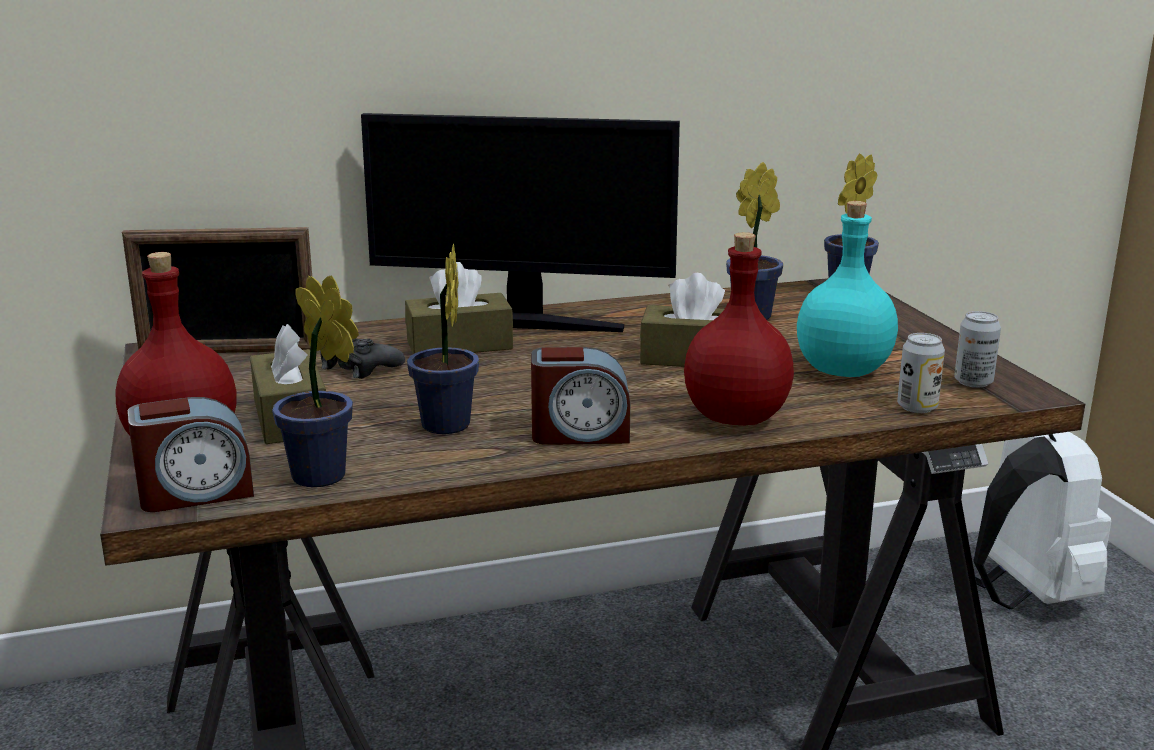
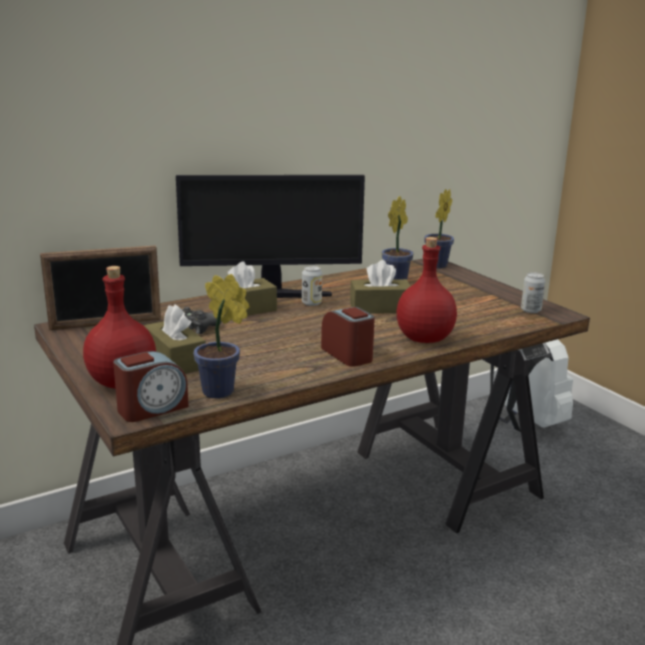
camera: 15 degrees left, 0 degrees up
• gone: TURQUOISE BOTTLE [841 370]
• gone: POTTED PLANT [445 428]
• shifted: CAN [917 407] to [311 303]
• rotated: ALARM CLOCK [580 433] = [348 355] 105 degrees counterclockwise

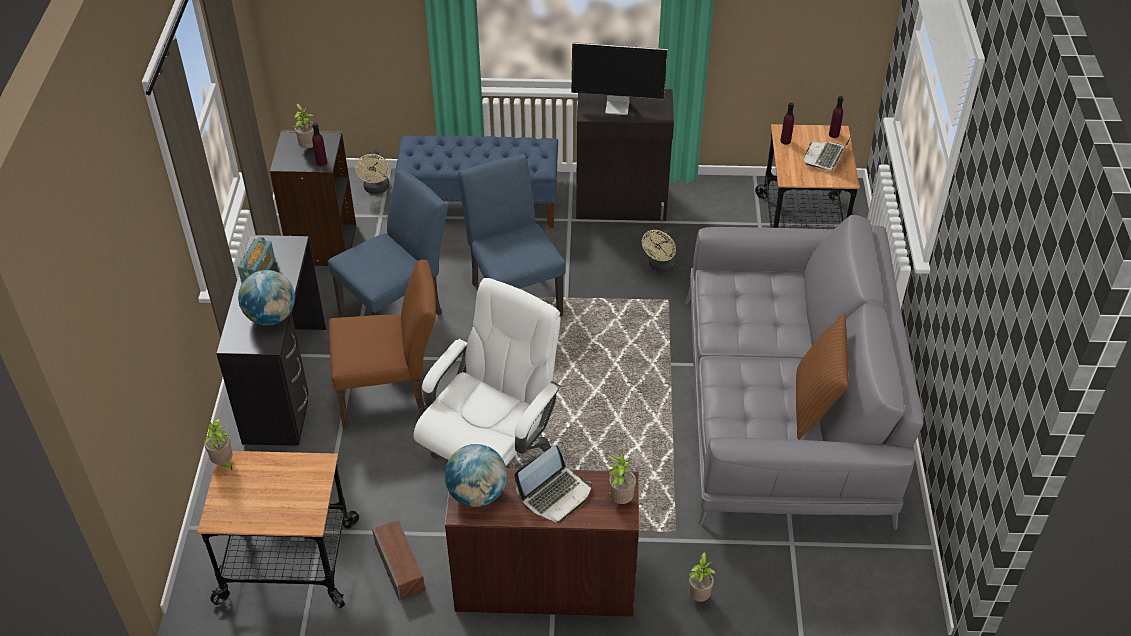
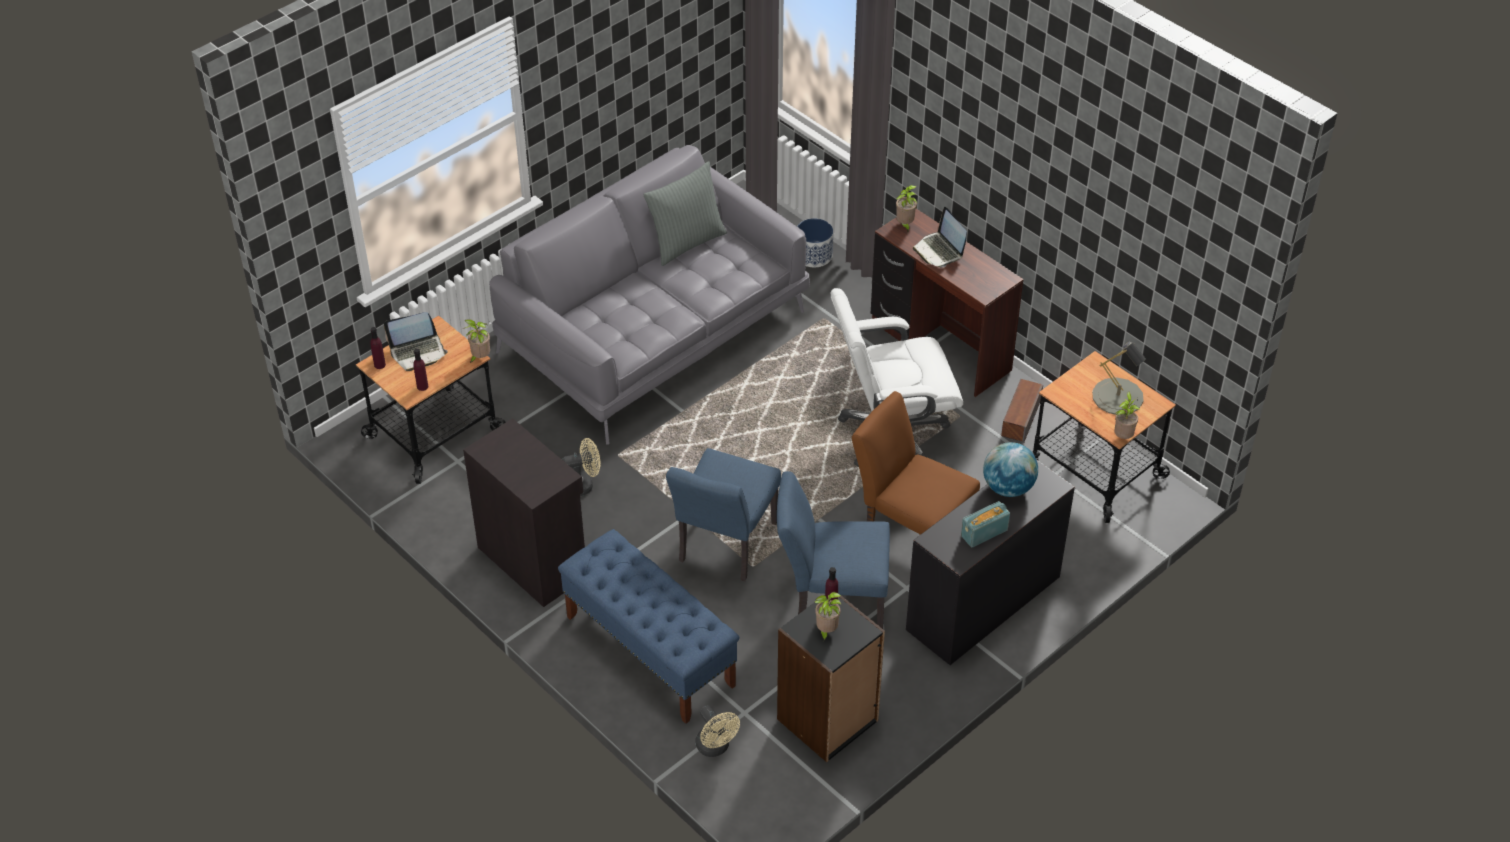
camera: 135 degrees left, 0 degrees up
• gone: MONITOR [618 106]
• rotated: BEIGE FAN [376 189] = [715 748] 105 degrees clockwise
• repainted: BROWN PILLOW [815 404] to GREY PILLOW [686 242]
• gone: GLOBE [477 494]
• rotated: LAPTOP [555 494] = [939 251] 120 degrees counterclockwise
• shifted: POTTED PLANT [699 596] to [480 358]
• new: PLANTER [814 255]
• new: GREY TABLE LAMP [1118 396]

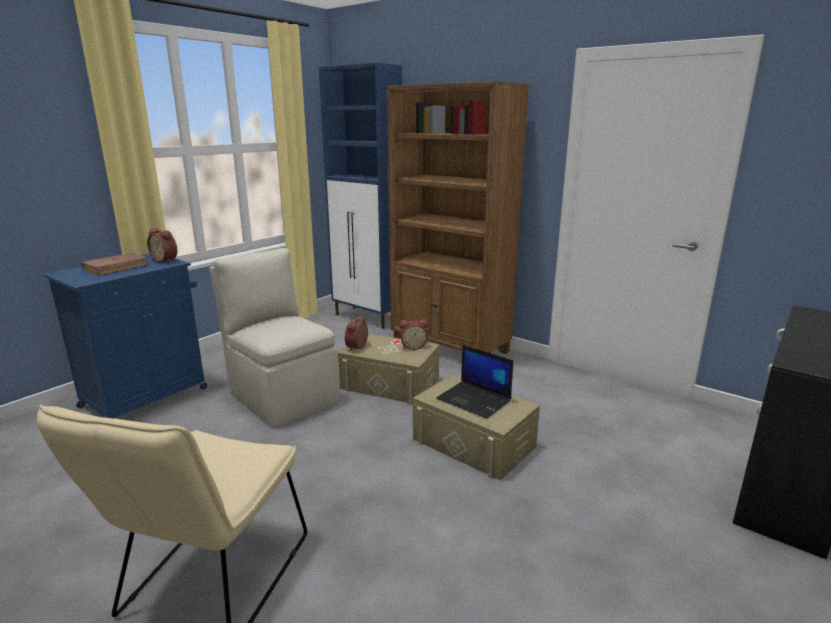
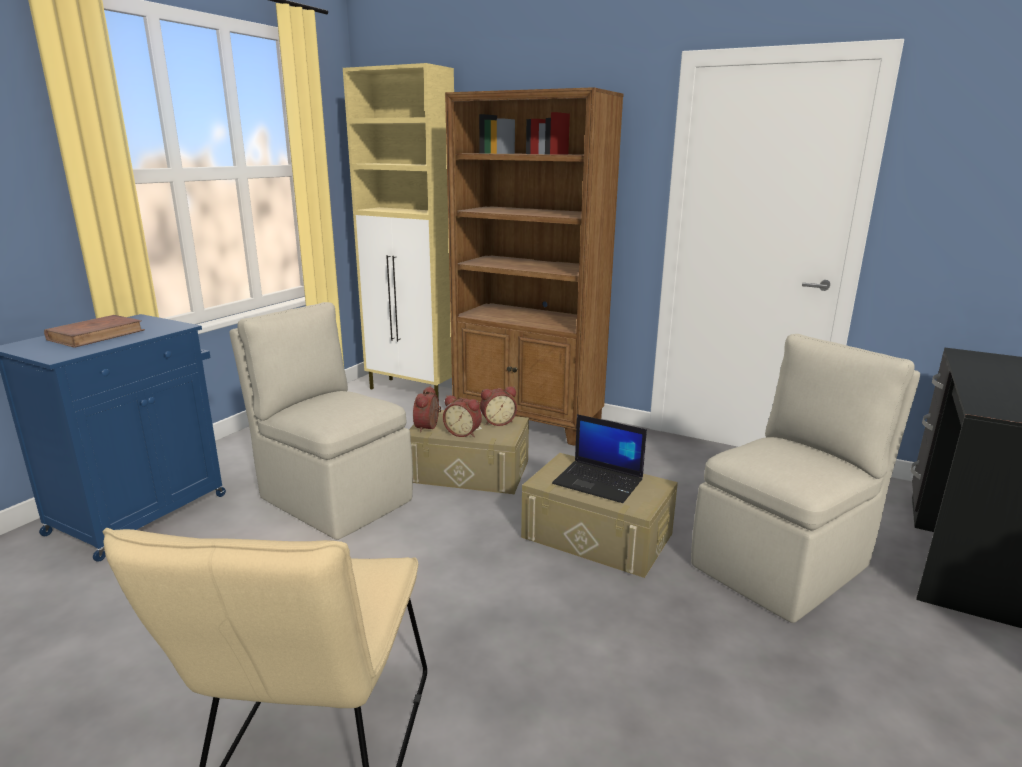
camera: 10 degrees left, 0 degrees up
• repainted: BLUE CABINET [368 318] to BEIGE CABINET [413 391]
• shifted: ALARM CLOCK [166 260] to [463 433]
• new: BEIGE CHAIR [783 564]

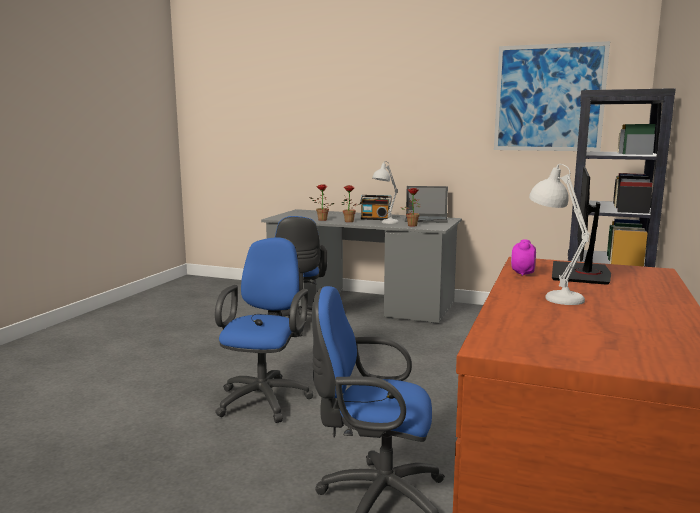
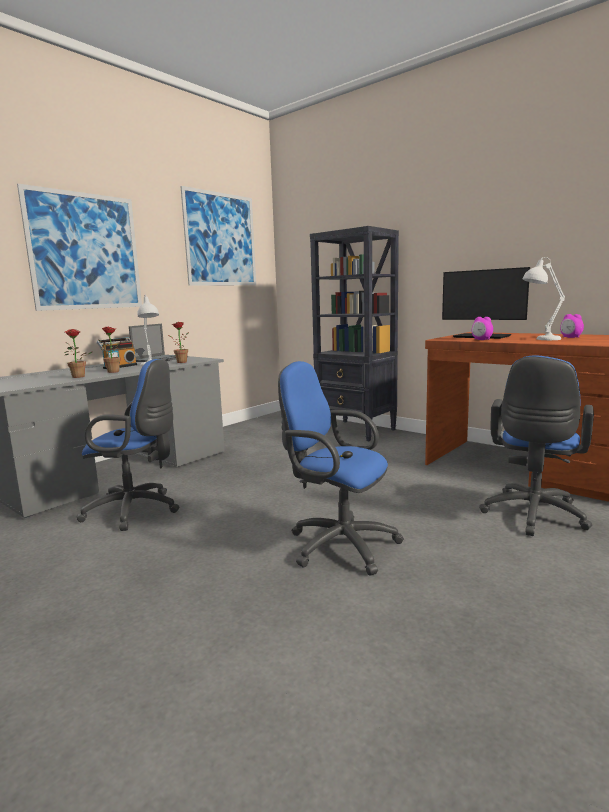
camera: 70 degrees left, 0 degrees up
• new: PICTURE [85 251]
• new: ALARM CLOCK [570 337]

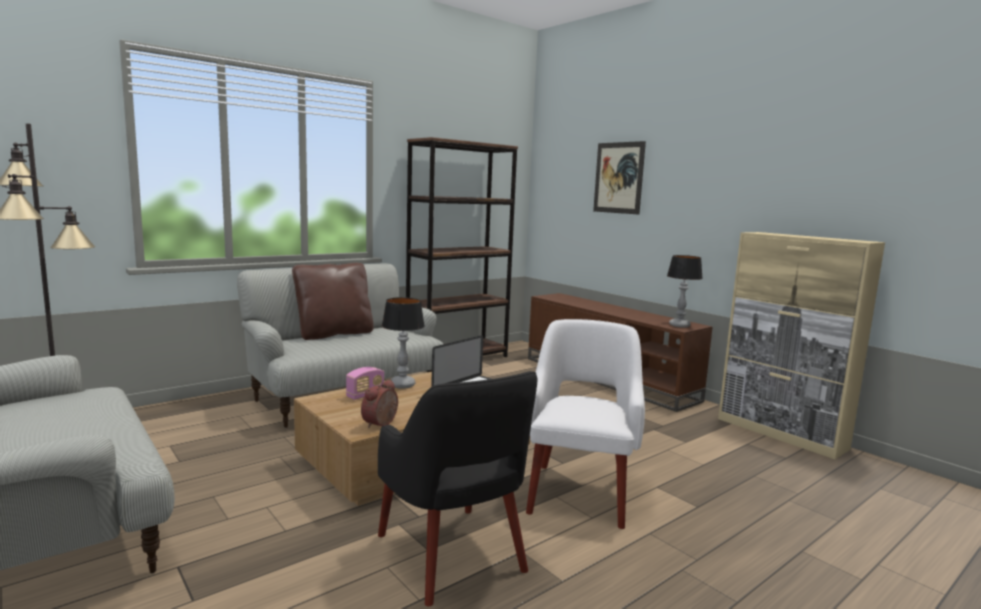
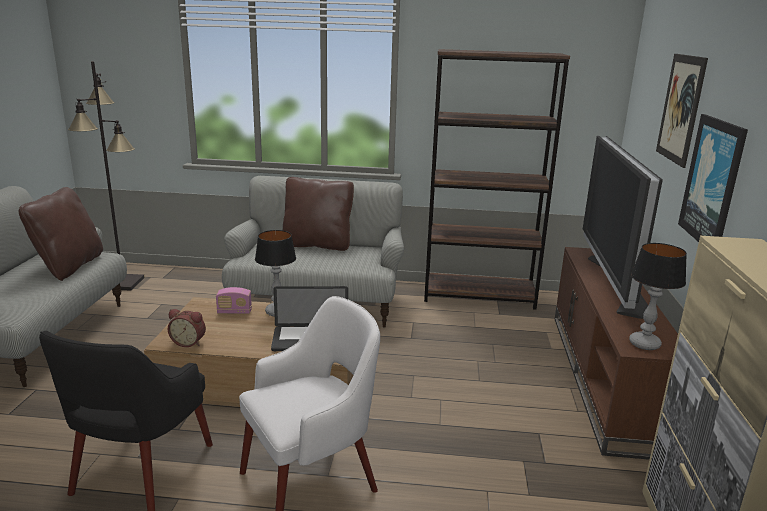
camera: 45 degrees right, 10 degrees up
• rotated: ALARM CLOCK [381 424] = [189 342] 150 degrees counterclockwise
• new: PICTURE [712 182]
• new: TELEVISION [614 284]
• new: BROWN PILLOW [69 266]

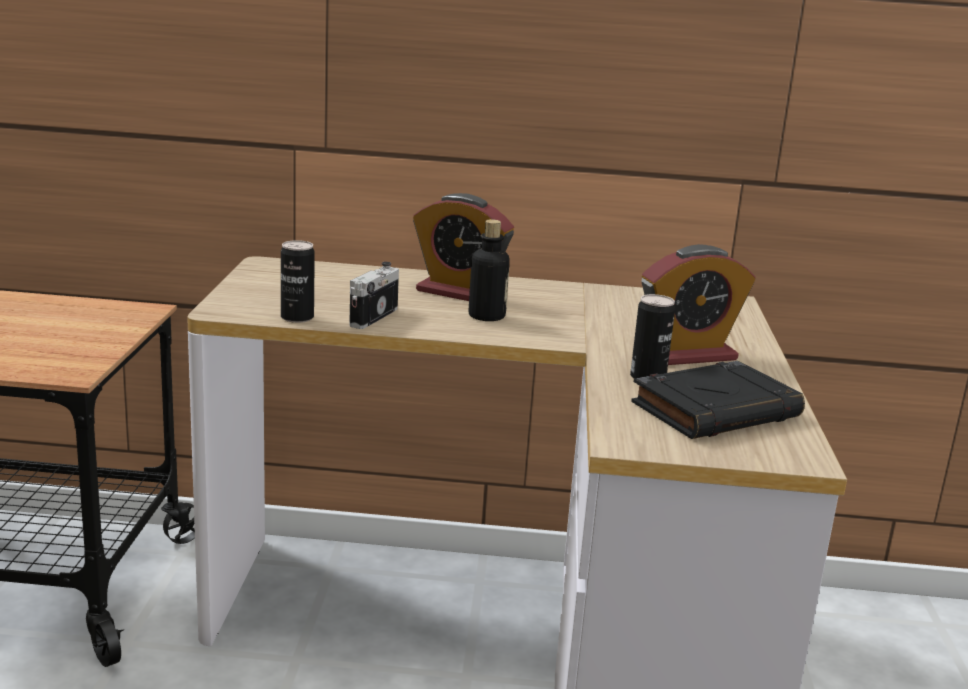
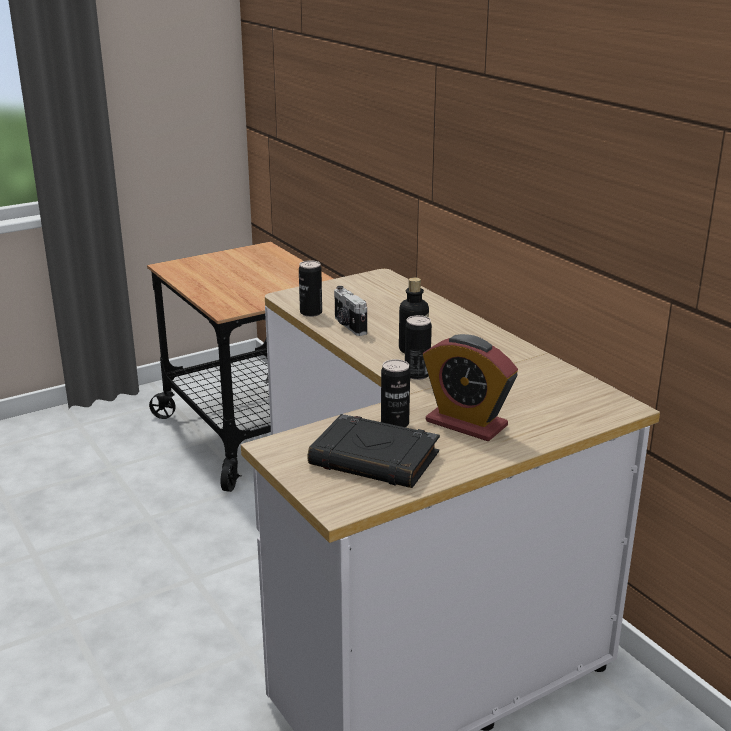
camera: 55 degrees right, 5 degrees up
• gone: ALARM CLOCK [459 292]
• rotated: PHOTO CAMERA [371 316] = [348 326] 105 degrees counterclockwise
• new: CAN [417 374]

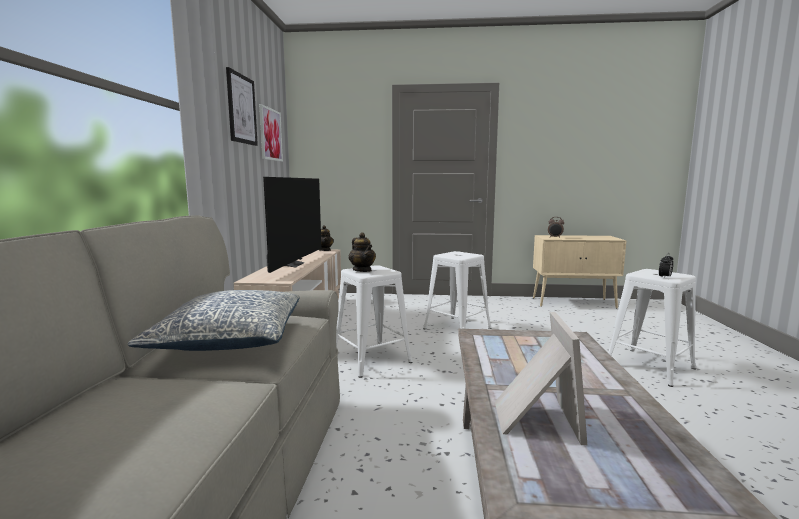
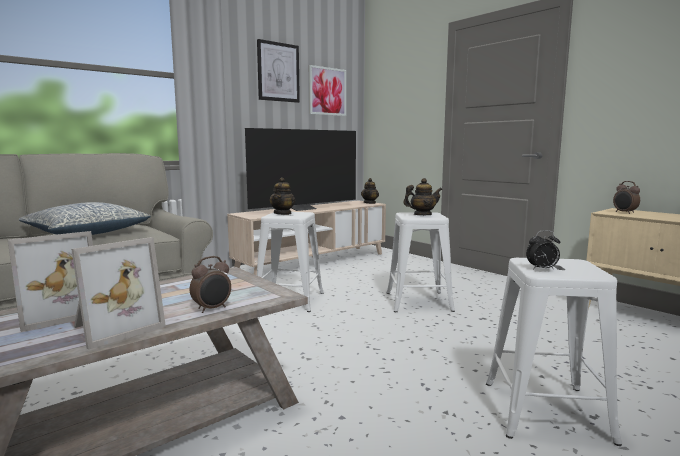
camera: 45 degrees right, 0 degrees up
• new: TEAPOT [422 215]
• new: PICTURE FRAME [114 327]
• new: ALARM CLOCK [212 309]

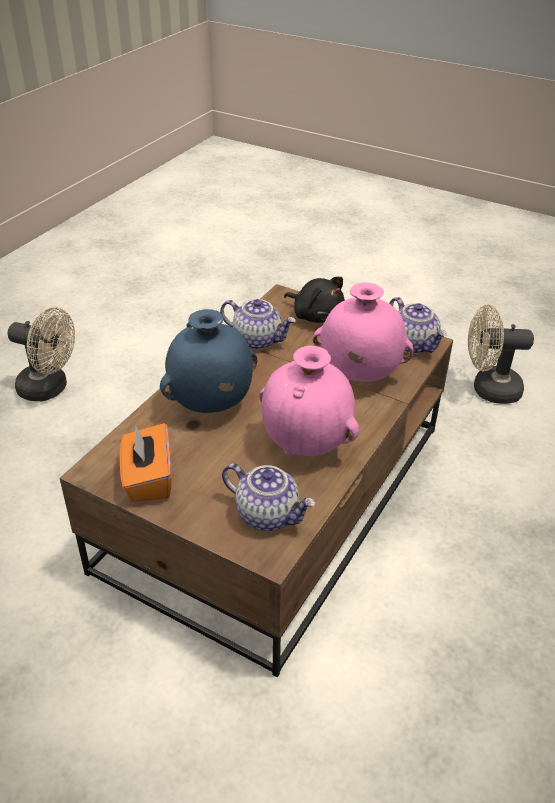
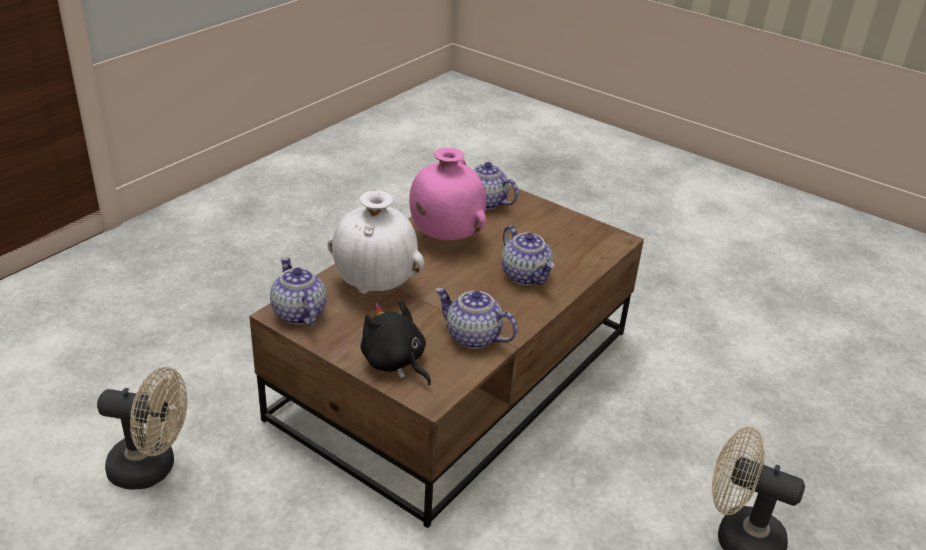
camera: 175 degrees left, 5 degrees down
• repainted: PINK VASE [358 376] to WHITE VASE [376 287]
• swapped: BLUE VASE [210 405] to TEAPOT [526 275]
• gone: ORANGE TISSUE BOX [148 479]

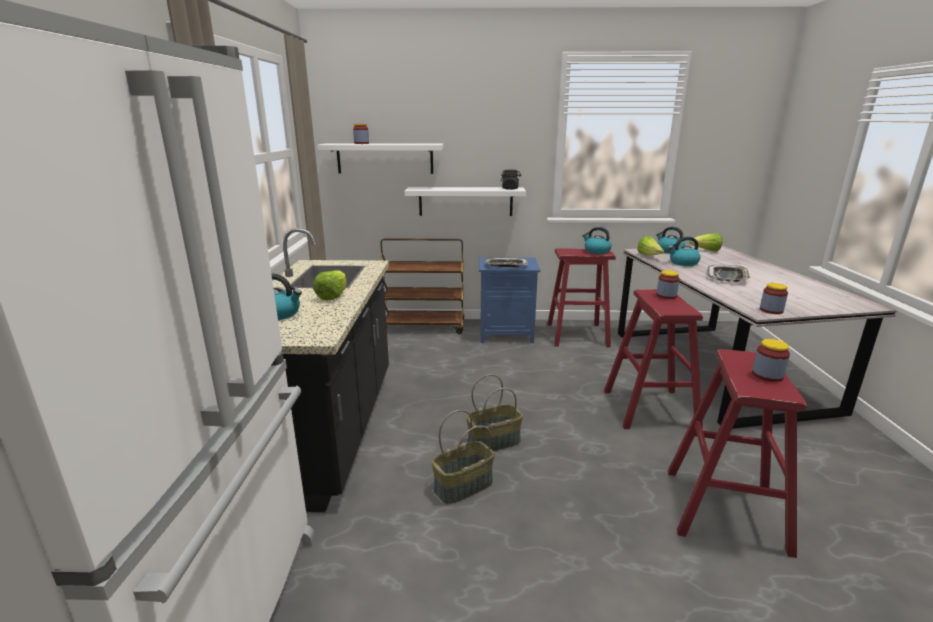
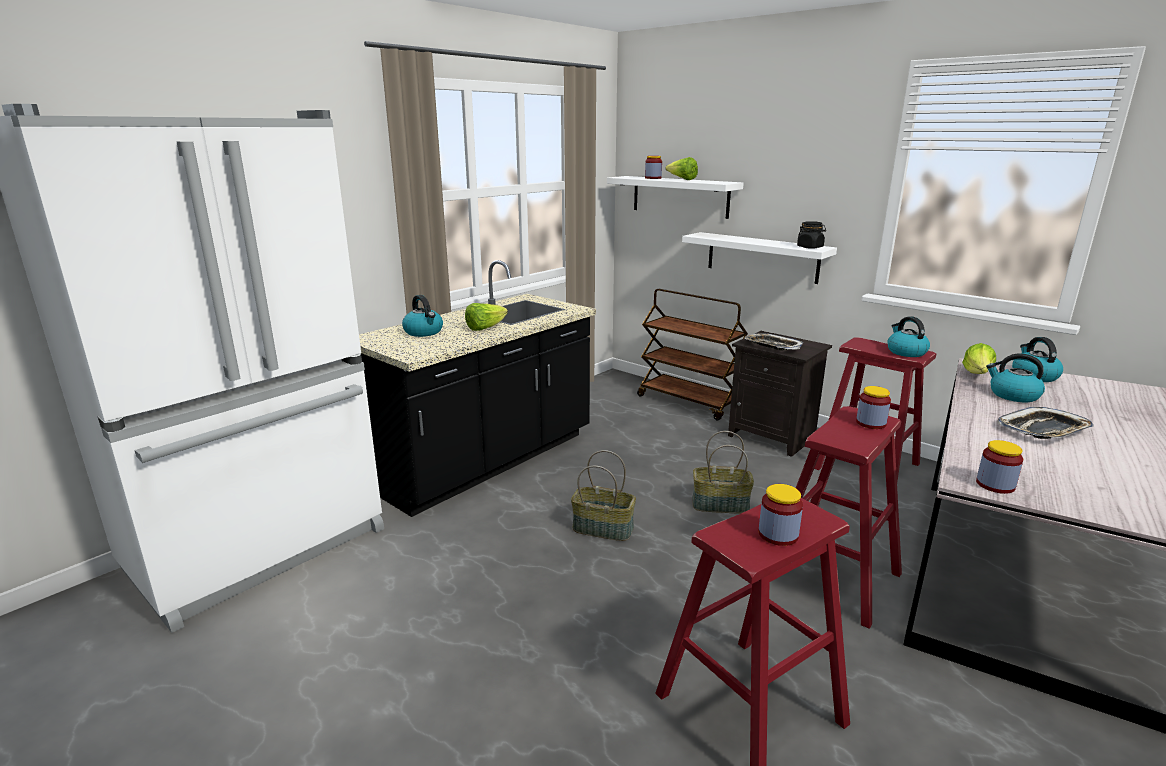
camera: 40 degrees right, 0 degrees up
• shifted: LETTUCE [706 250] to [682 179]
• repainted: BLUE NIGHTSTAND [507 334] to BLACK NIGHTSTAND [773 436]
• shifted: BASKET [463 487] to [720 505]

